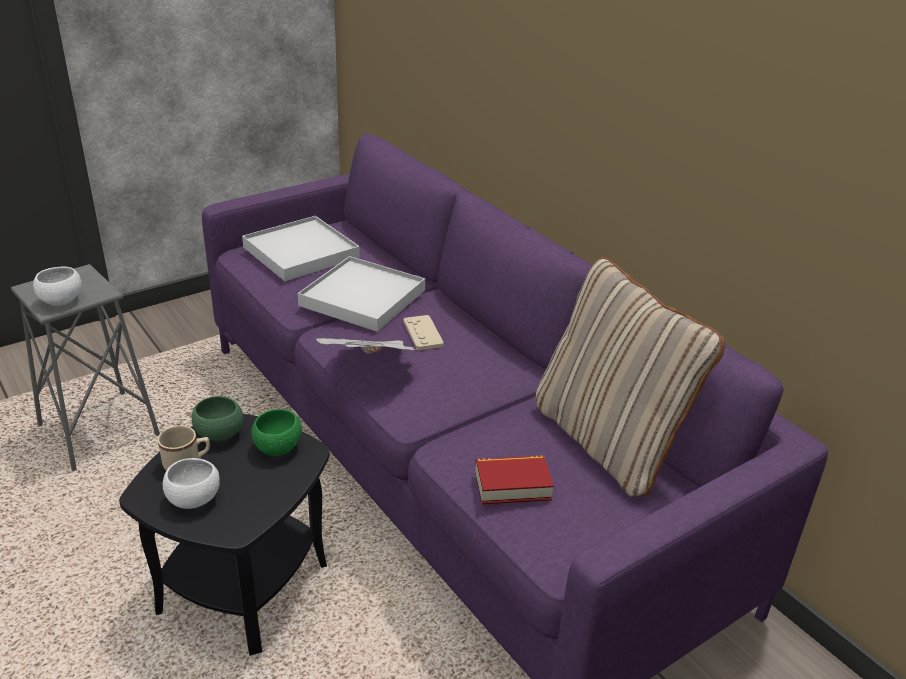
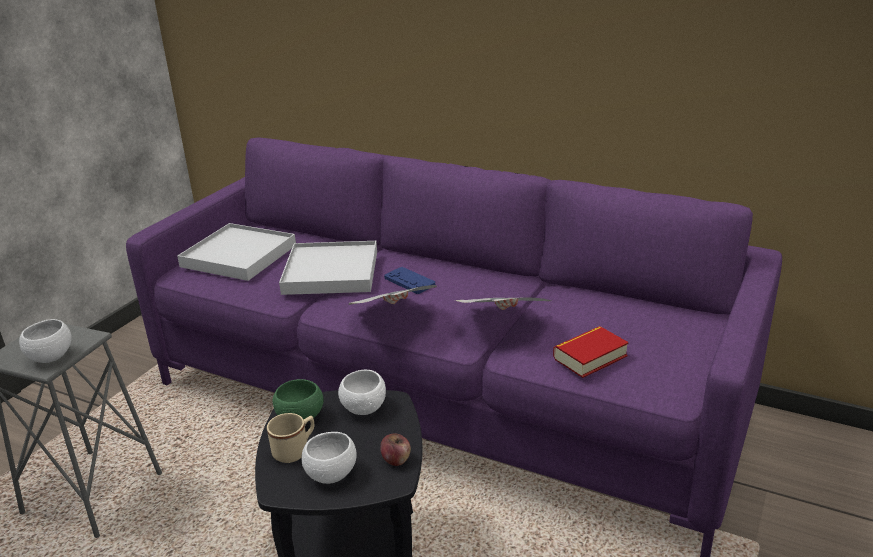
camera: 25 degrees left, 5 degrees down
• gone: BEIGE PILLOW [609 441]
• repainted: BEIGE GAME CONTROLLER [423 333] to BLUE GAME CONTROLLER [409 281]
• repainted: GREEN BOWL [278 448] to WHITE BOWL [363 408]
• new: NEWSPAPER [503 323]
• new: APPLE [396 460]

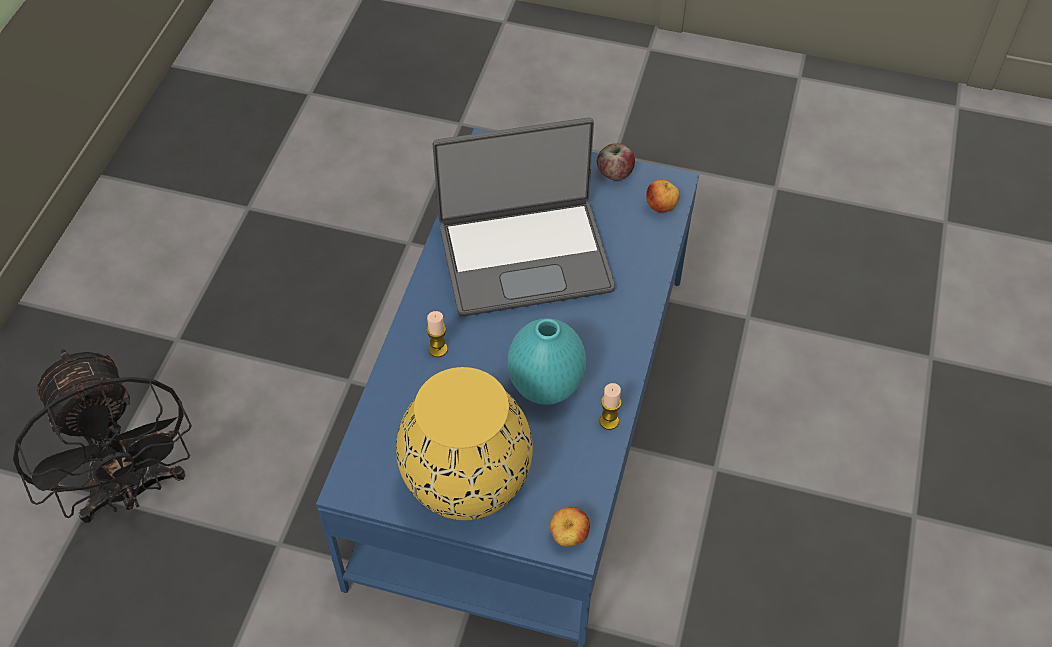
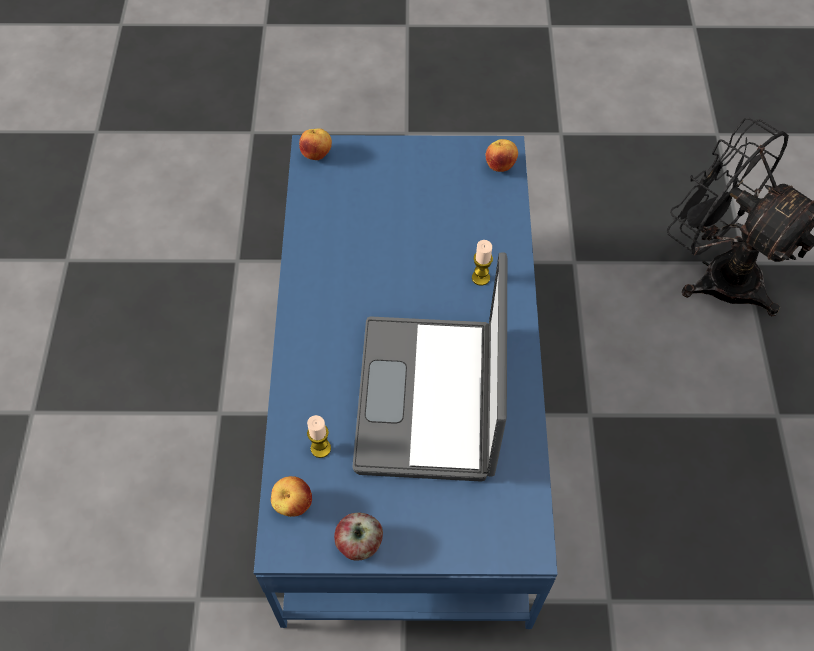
camera: 165 degrees right, 5 degrees up
• rotated: LAPTOP [525 256] = [431 399] 60 degrees counterclockwise
• gone: TURQUOISE VASE [546 389]
• gone: YELLOW VASE [468 483]
• shifted: CANDLE [609 421] to [320 448]
• new: APPLE [500 166]

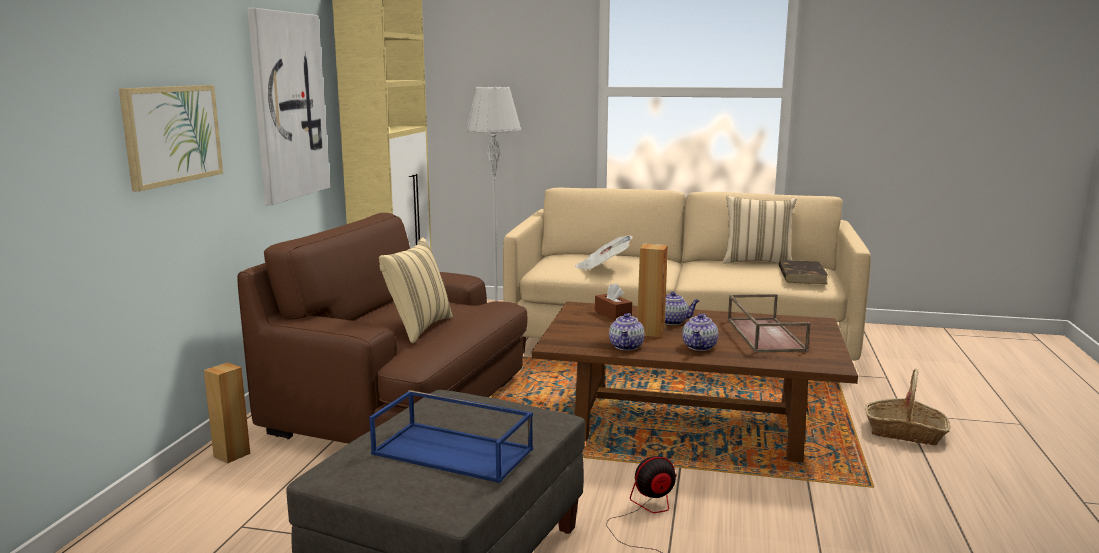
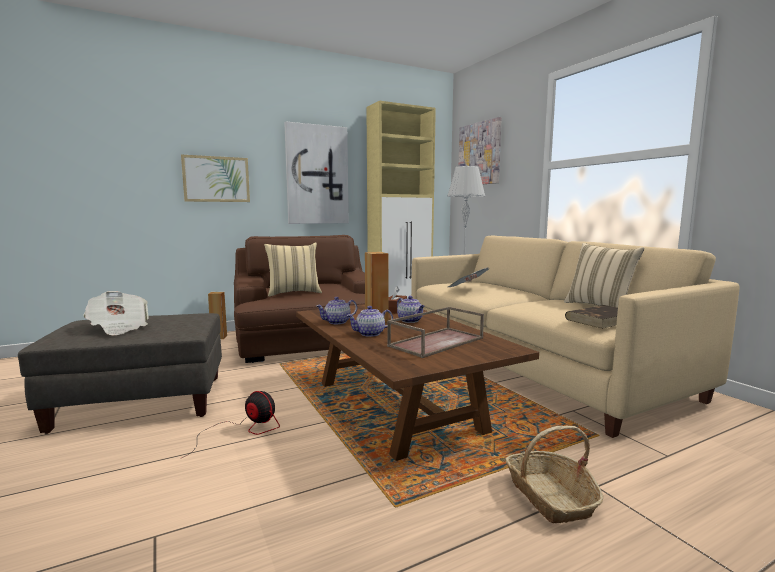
camera: 50 degrees right, 5 degrees down
• swapped: BLUE TRAY [454 451] to NEWSPAPER [119 328]
• new: PICTURE [479 154]

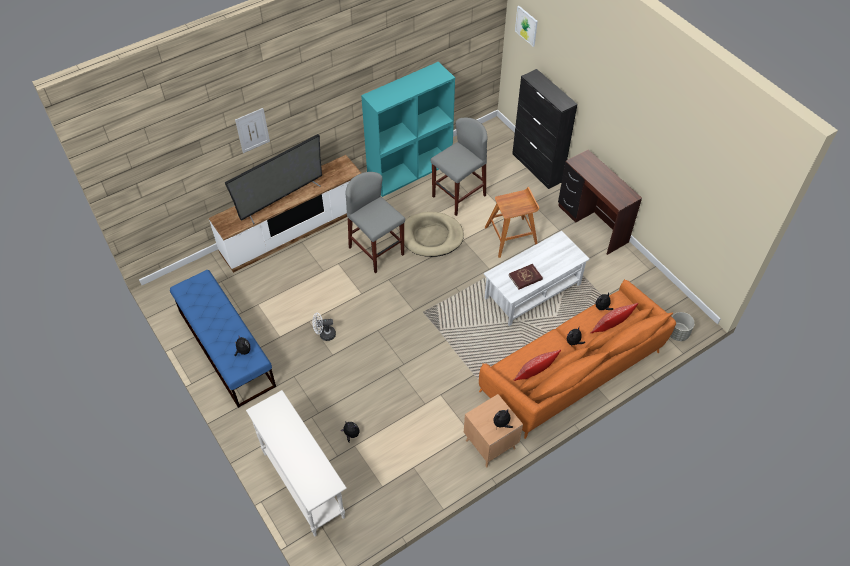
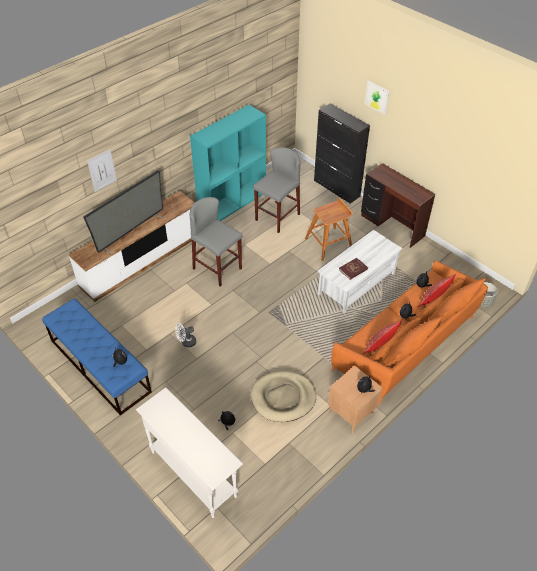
camera: 10 degrees left, 5 degrees down
• shifted: PICTURE [526 25] to [377 97]
• shifted: BEIGE DOG BED [431 236] to [283 398]

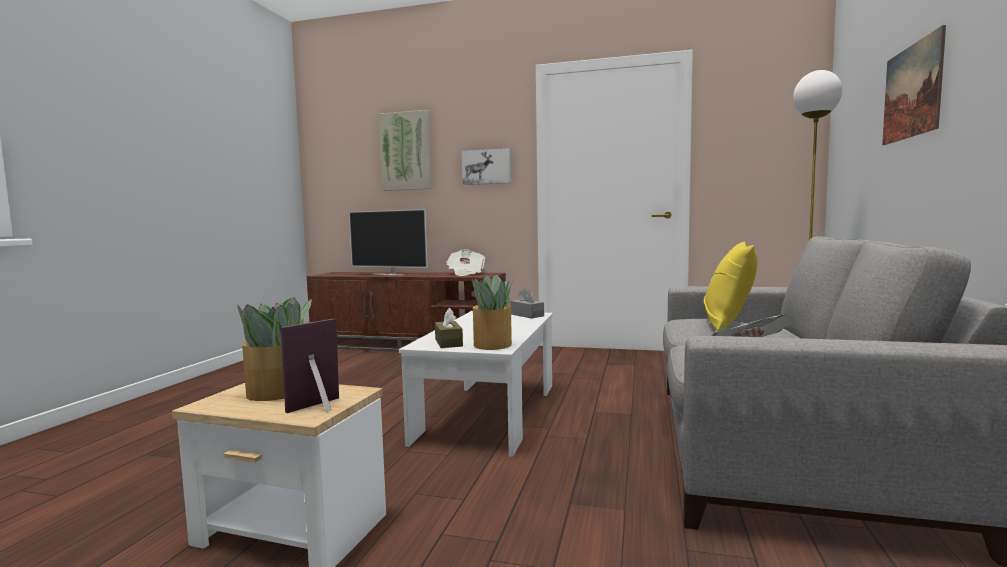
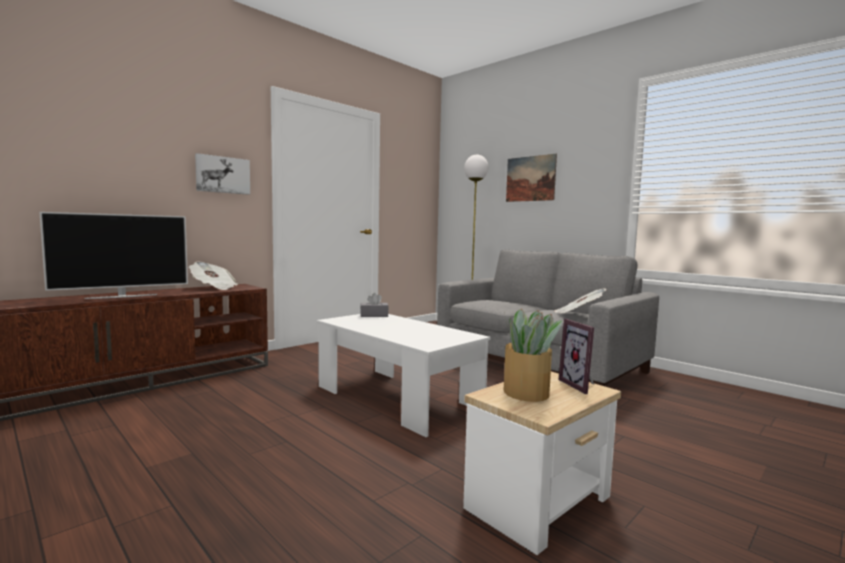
camera: 60 degrees left, 0 degrees up
• gone: PICTURE [406 151]
• gone: YELLOW PILLOW [727 323]
• gone: POTTED PLANT [492 345]
• gone: BROWN TISSUE BOX [448 342]

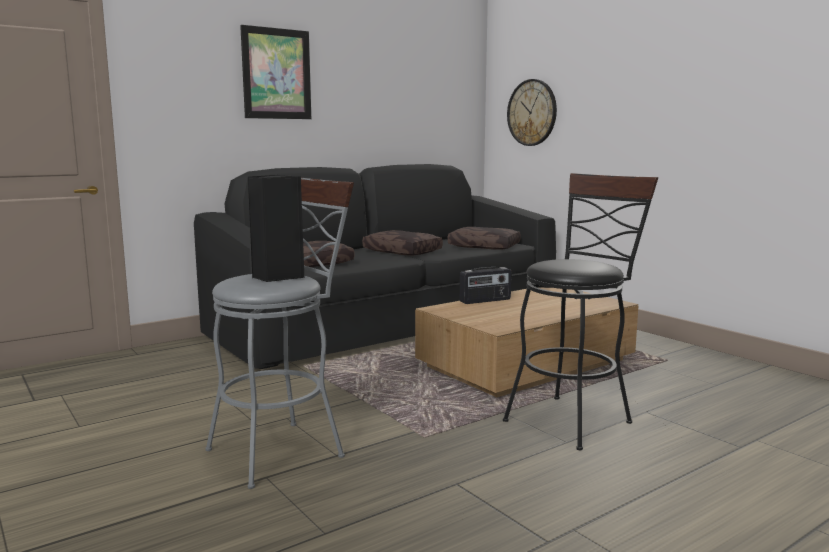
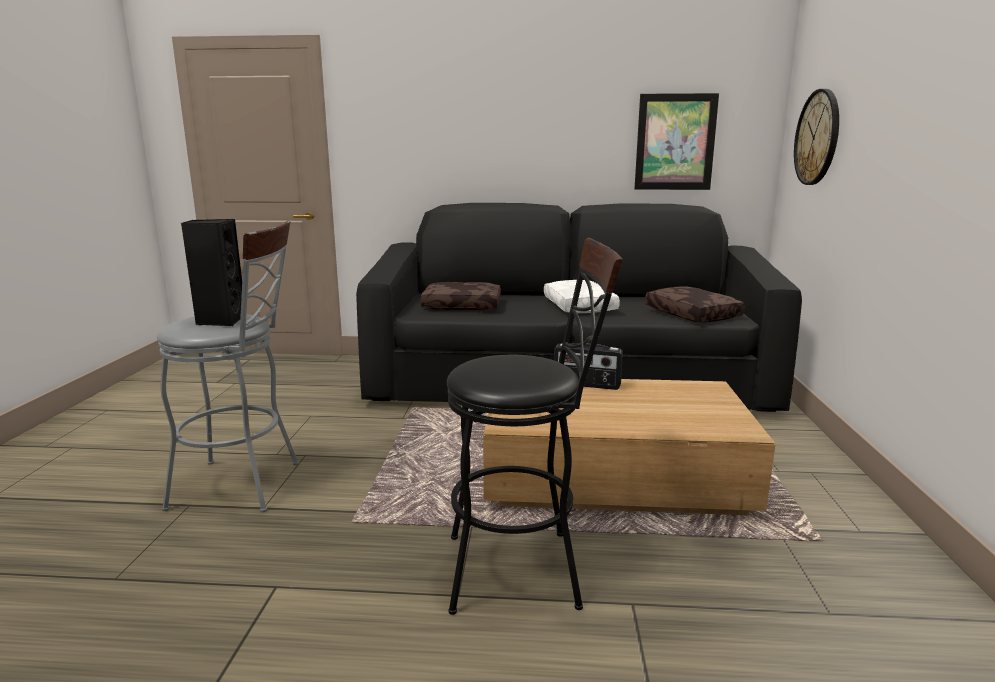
camera: 40 degrees right, 5 degrees up
• shifted: PICTURE [276 74] to [675 142]
• repainted: BROWN PILLOW [401 252] to WHITE PILLOW [577 306]

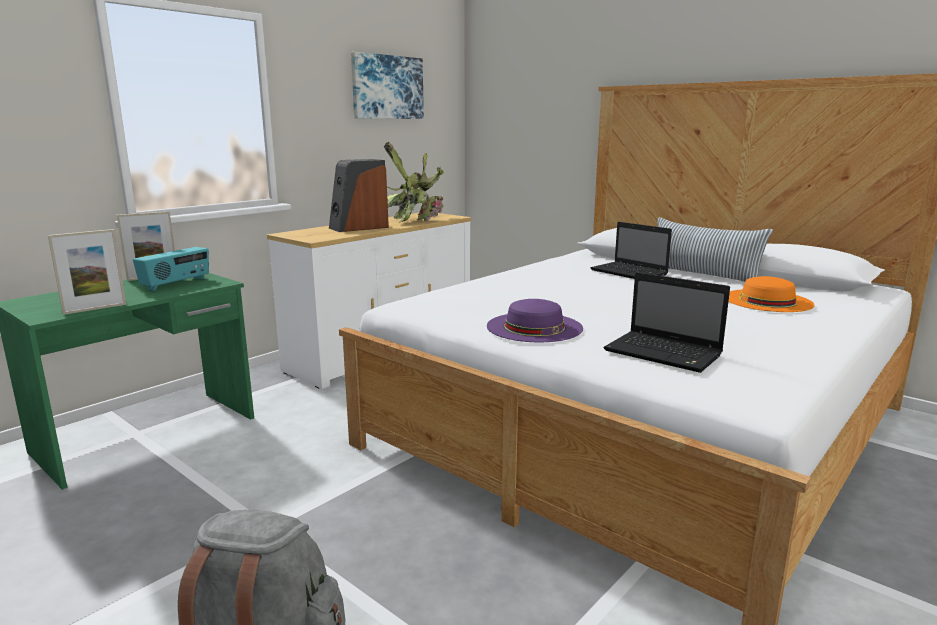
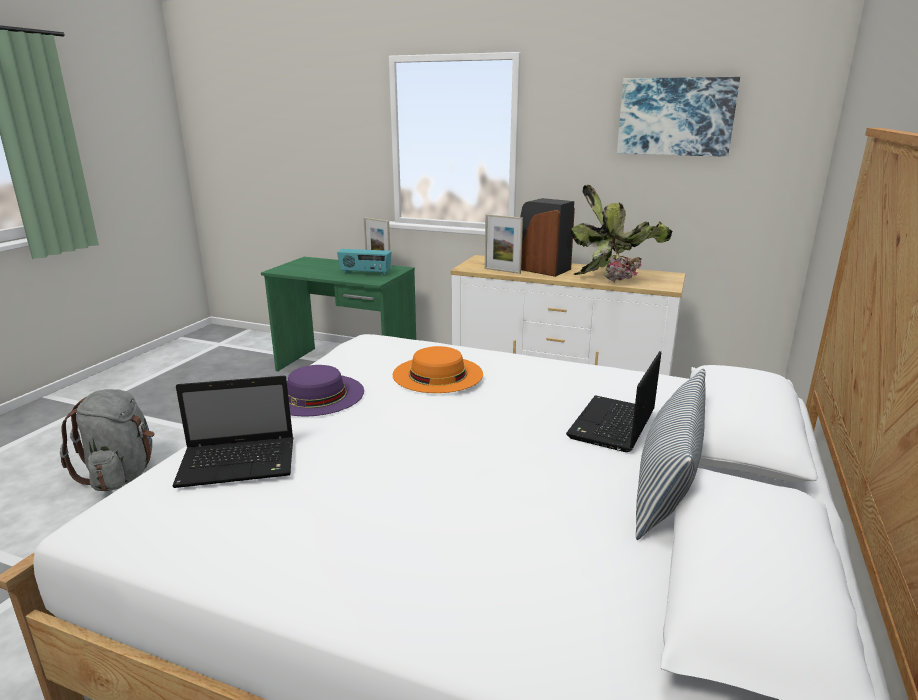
camera: 70 degrees right, 5 degrees up
• shifted: PICTURE FRAME [95 309] to [502 271]
• rotated: LAPTOP [665 353] = [240 463] 120 degrees counterclockwise
• shifted: ORANGE HAT [767 300] to [437 374]

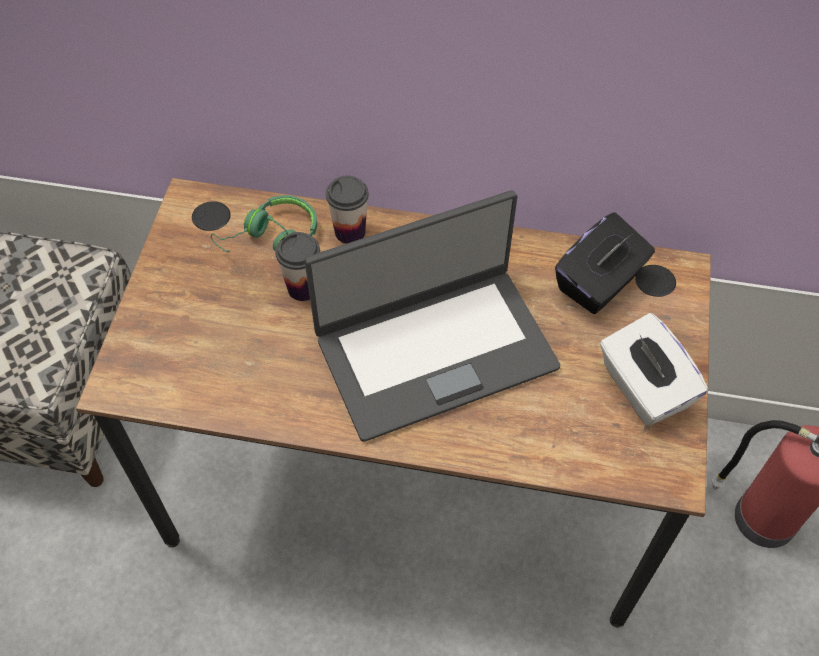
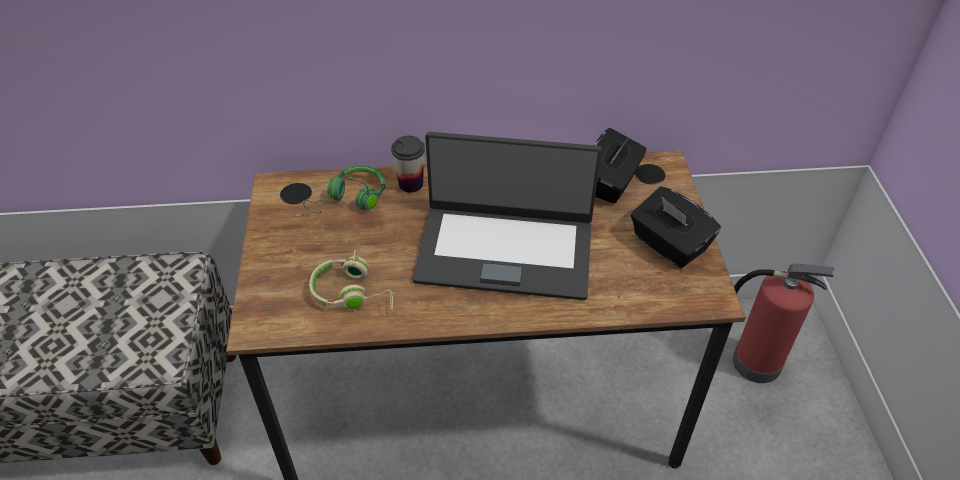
camera: 15 degrees left, 10 degrees down
• rotated: LAPTOP [434 350] = [505 250] 45 degrees clockwise
• gone: CUP [303 288]
• repainted: WHITE TISSUE BOX [643 388] to BLACK TISSUE BOX [668 244]
• new: BEIGE HEADPHONES [353 293]

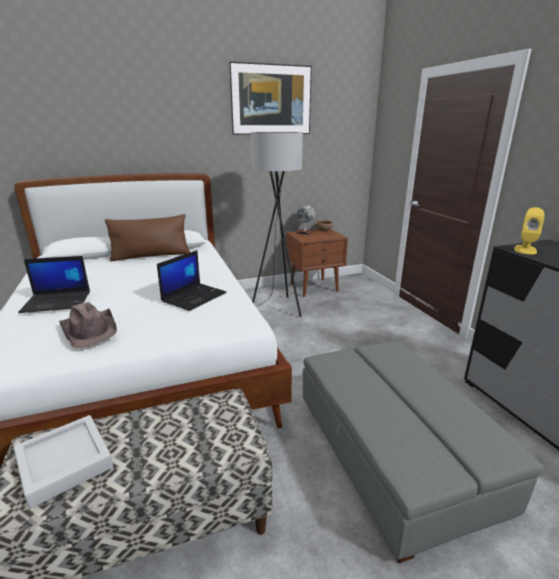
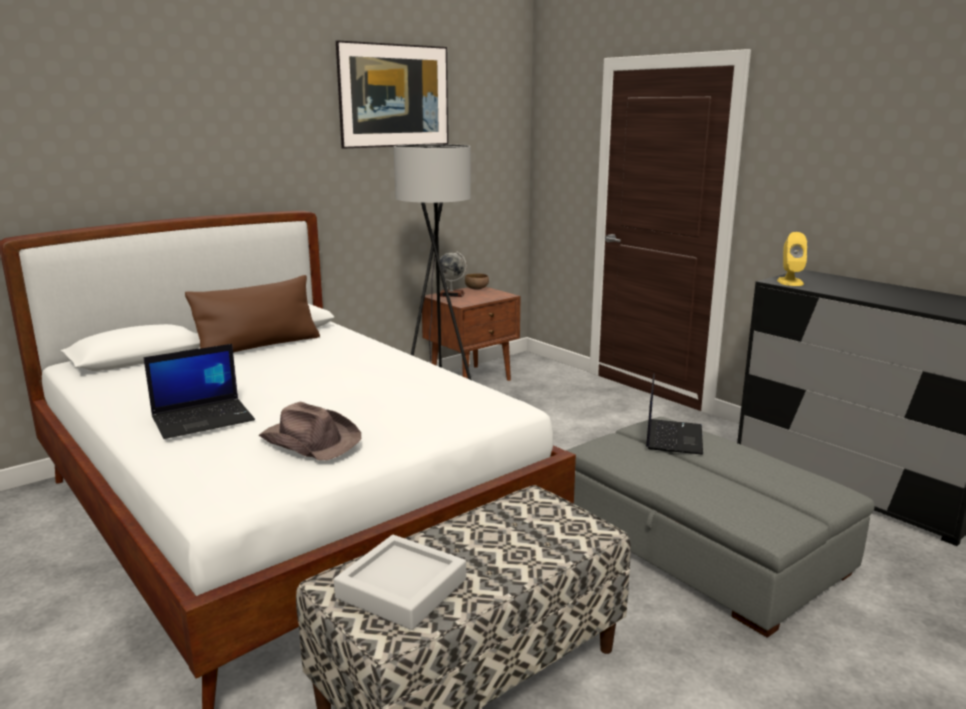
camera: 20 degrees left, 5 degrees down
• shifted: LAPTOP [194 296] to [673 437]

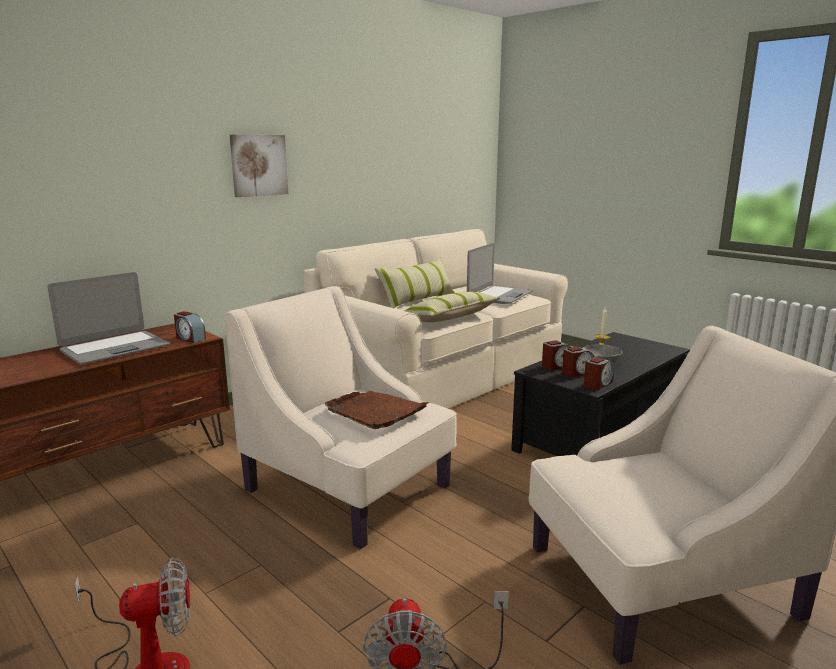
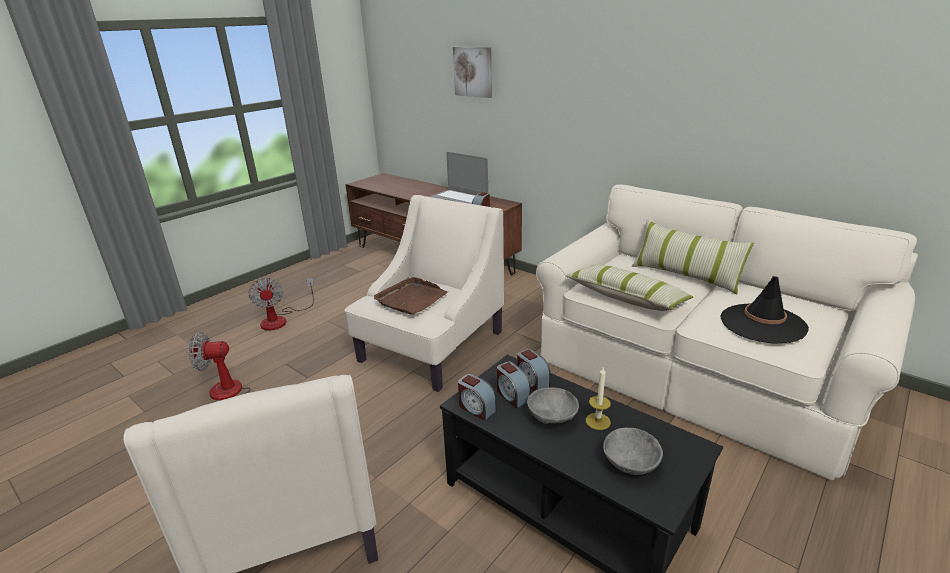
camera: 85 degrees right, 10 degrees up
• shifted: PICTURE [258 165] to [473 71]
• swapped: LAPTOP [499 296] to BLACK HAT [762 323]
• new: GREY BOWL [631 462]

